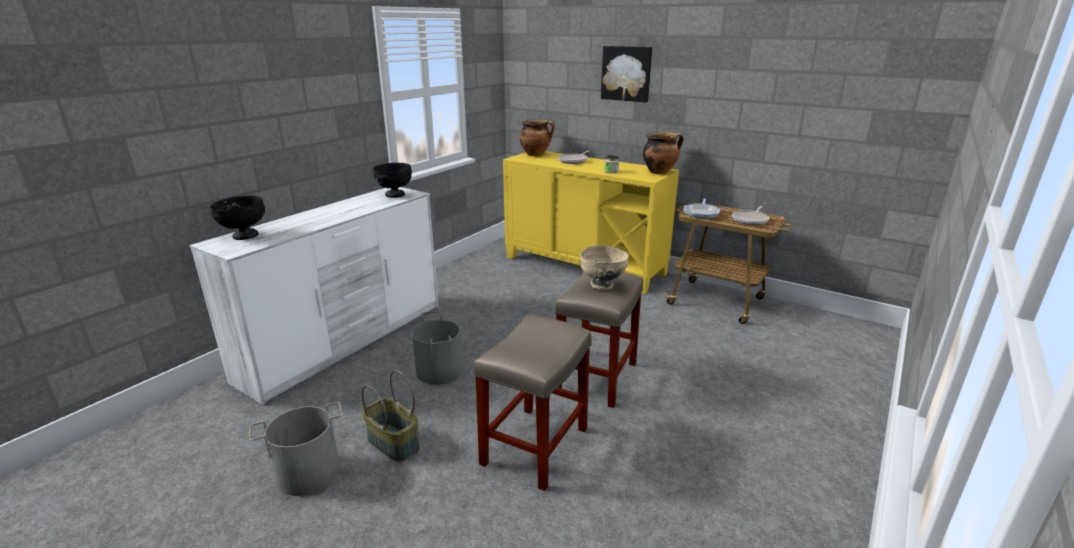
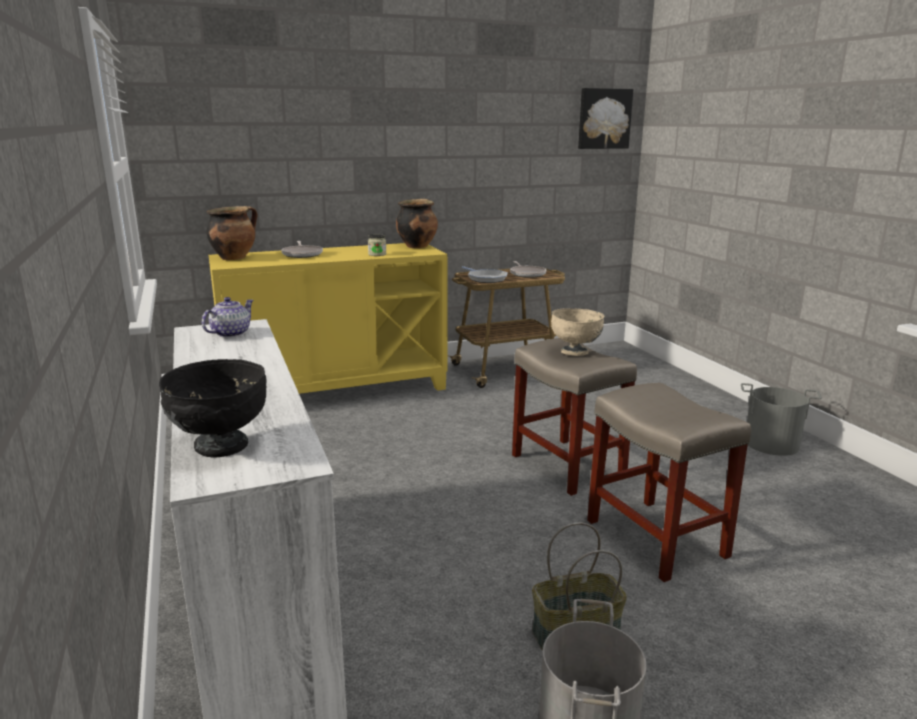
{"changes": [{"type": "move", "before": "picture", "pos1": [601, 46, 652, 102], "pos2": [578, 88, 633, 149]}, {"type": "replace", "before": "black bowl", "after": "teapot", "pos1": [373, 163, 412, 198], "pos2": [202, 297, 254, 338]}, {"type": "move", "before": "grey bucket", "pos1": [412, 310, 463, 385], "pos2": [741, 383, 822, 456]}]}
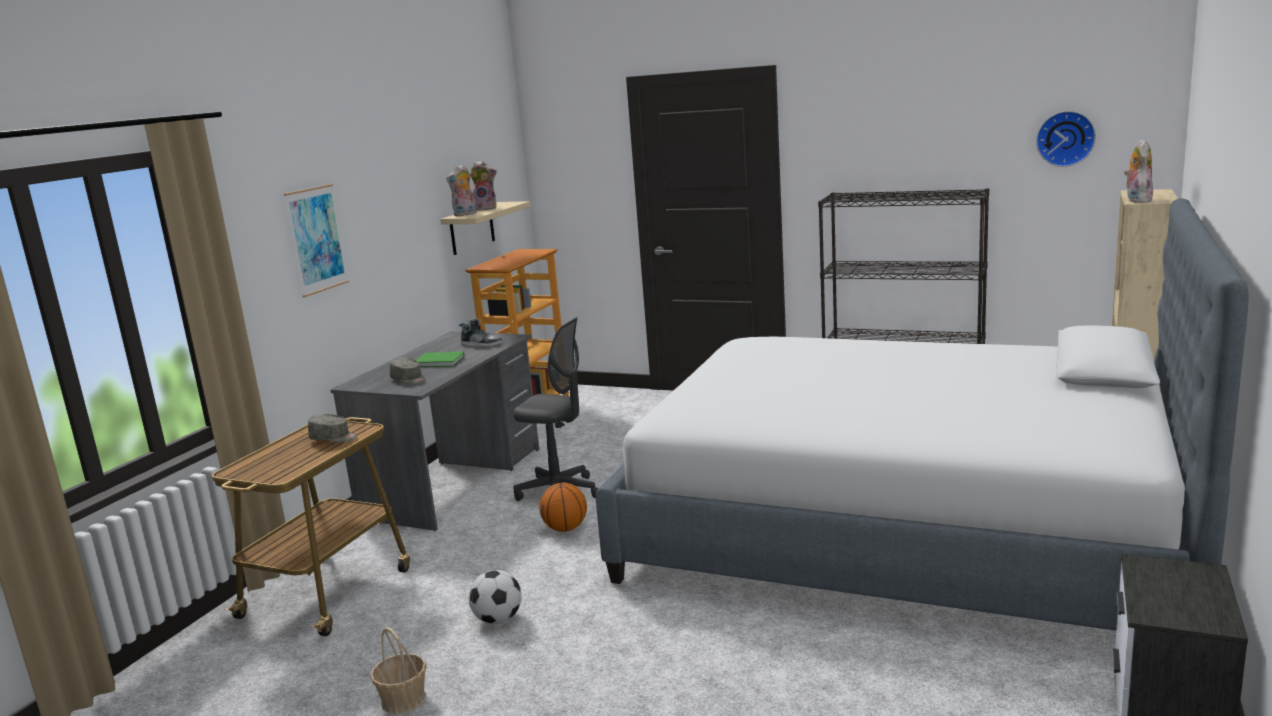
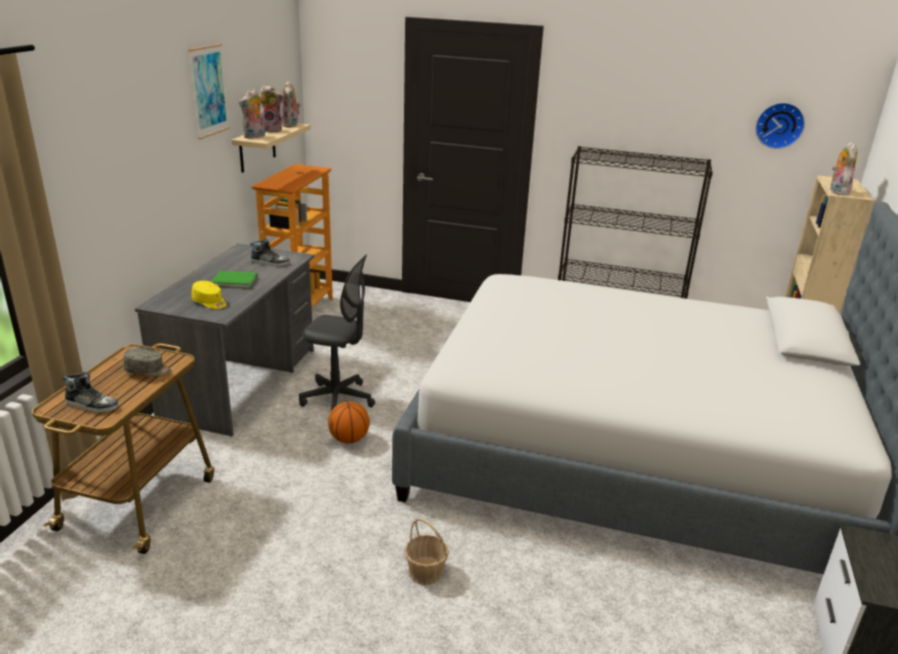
{"changes": [{"type": "move", "before": "picture", "pos1": [284, 184, 349, 297], "pos2": [188, 44, 230, 139]}, {"type": "recolor", "before": "grey cap", "after": "yellow cap", "pos1": [390, 357, 426, 385], "pos2": [192, 281, 227, 309]}, {"type": "delete", "before": "football", "pos1": [468, 570, 522, 624]}, {"type": "move", "before": "basket", "pos1": [370, 627, 427, 714], "pos2": [404, 518, 449, 585]}, {"type": "insert", "after": "plush toy", "pos2": [282, 81, 300, 128]}, {"type": "insert", "after": "shoe", "pos2": [63, 372, 119, 413]}]}
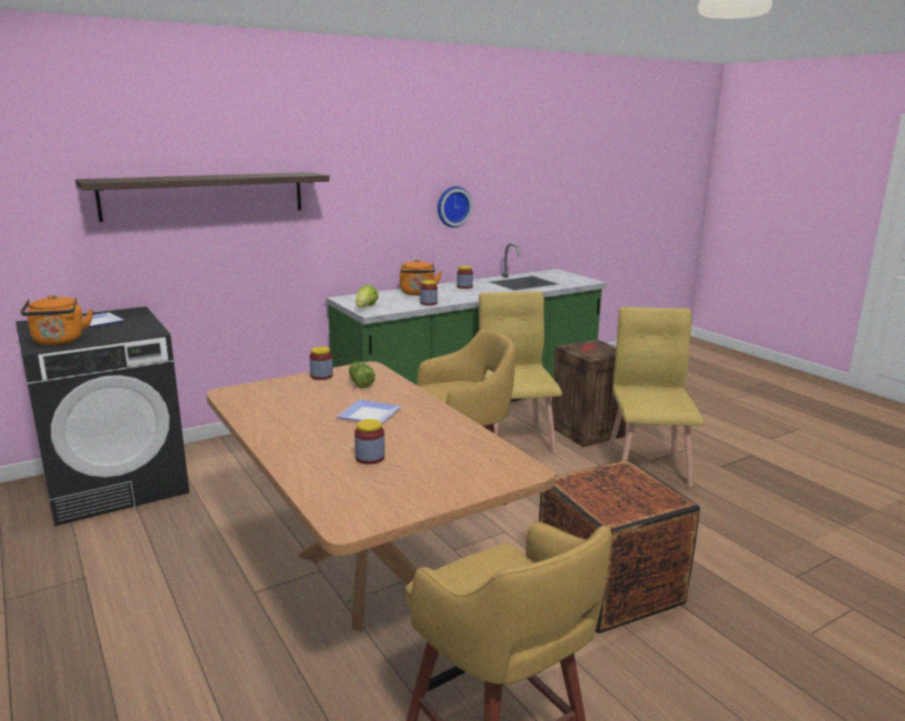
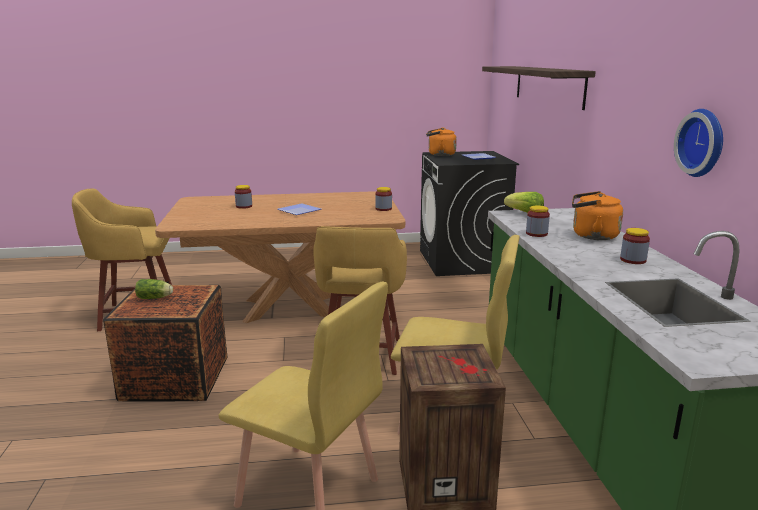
{"changes": [{"type": "move", "before": "lettuce", "pos1": [349, 362, 375, 388], "pos2": [135, 279, 173, 299]}]}
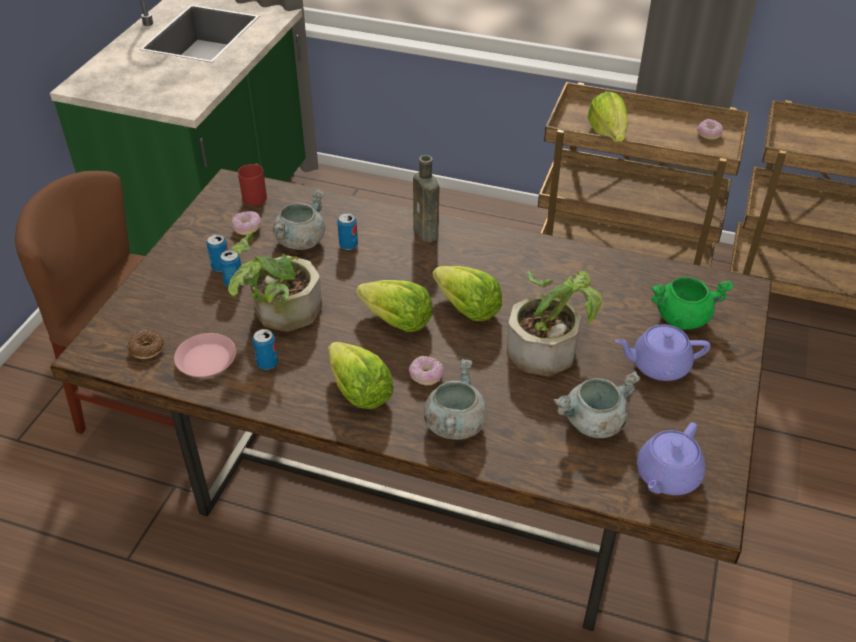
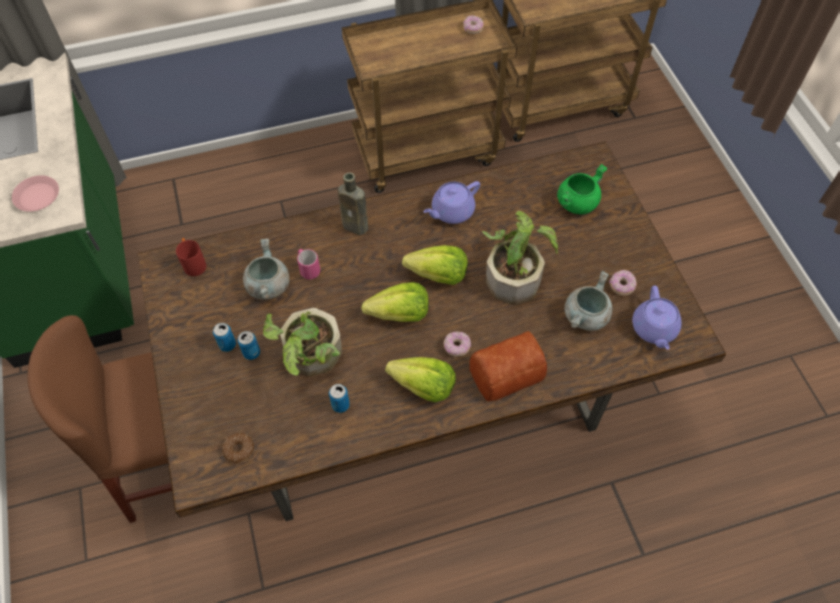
{"changes": [{"type": "delete", "before": "lettuce", "pos1": [587, 91, 629, 142]}, {"type": "move", "before": "donut", "pos1": [232, 211, 261, 235], "pos2": [609, 270, 637, 296]}, {"type": "replace", "before": "can", "after": "pink mug", "pos1": [337, 213, 358, 250], "pos2": [297, 249, 320, 280]}, {"type": "move", "before": "purple teapot", "pos1": [615, 325, 711, 381], "pos2": [423, 181, 480, 224]}, {"type": "move", "before": "pink plate", "pos1": [174, 333, 236, 377], "pos2": [12, 175, 59, 212]}, {"type": "replace", "before": "grey cooking pot", "after": "bread", "pos1": [424, 359, 487, 440], "pos2": [469, 331, 547, 401]}]}
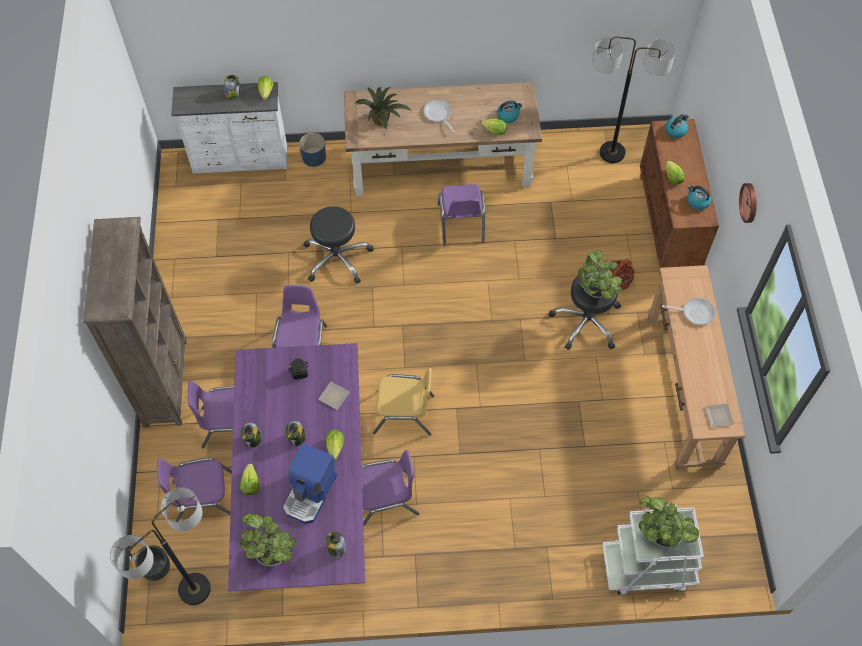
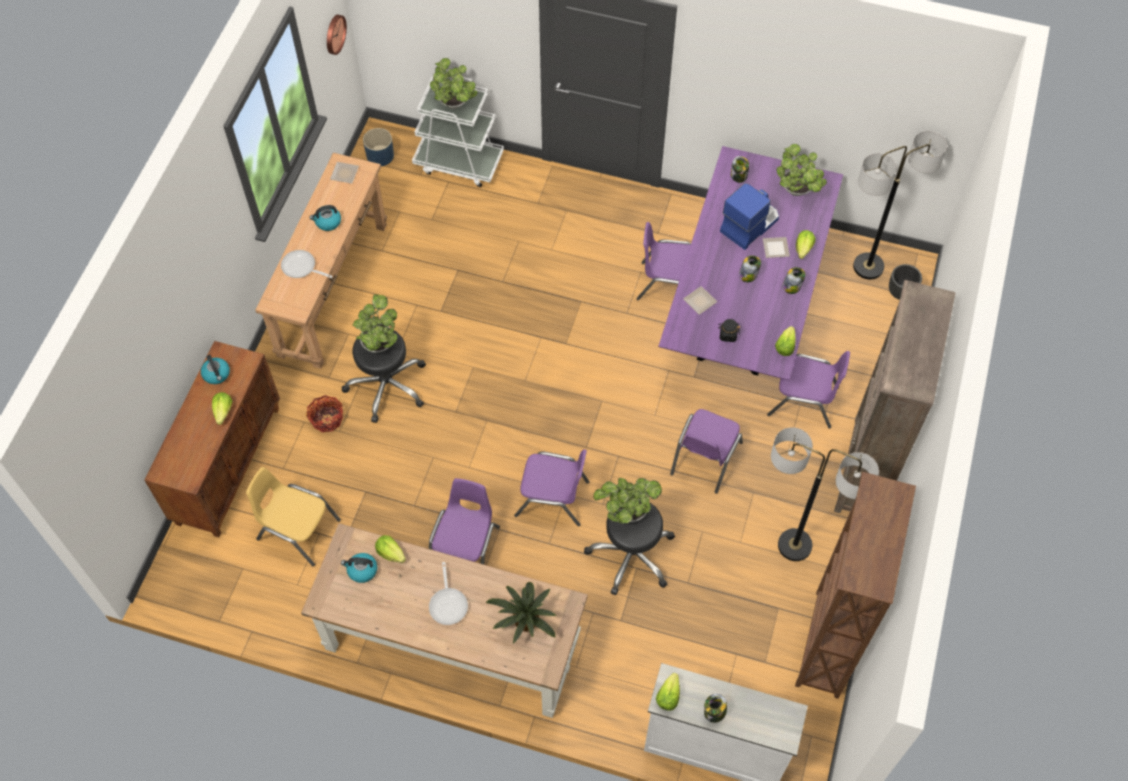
{"changes": [{"type": "move", "before": "floor lamp", "pos1": [592, 37, 675, 163], "pos2": [771, 427, 879, 561]}, {"type": "move", "before": "kettle", "pos1": [665, 114, 689, 138], "pos2": [309, 205, 341, 231]}, {"type": "move", "before": "blue planter", "pos1": [299, 133, 326, 167], "pos2": [363, 128, 394, 166]}, {"type": "move", "before": "wall clock", "pos1": [739, 183, 757, 223], "pos2": [327, 15, 347, 55]}, {"type": "move", "before": "yellow chair", "pos1": [373, 368, 434, 436], "pos2": [246, 467, 341, 566]}, {"type": "move", "before": "lettuce", "pos1": [326, 430, 344, 461], "pos2": [775, 326, 796, 356]}, {"type": "move", "before": "purple chair", "pos1": [157, 458, 232, 522], "pos2": [514, 449, 589, 527]}, {"type": "insert", "after": "plate", "pos2": [763, 237, 790, 258]}, {"type": "insert", "after": "brown bookcase", "pos2": [795, 472, 916, 699]}, {"type": "insert", "after": "potted plant", "pos2": [594, 478, 662, 524]}]}
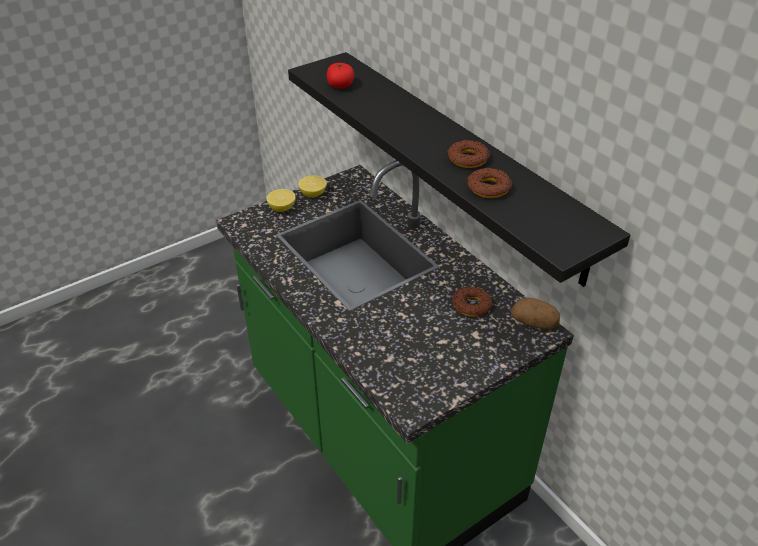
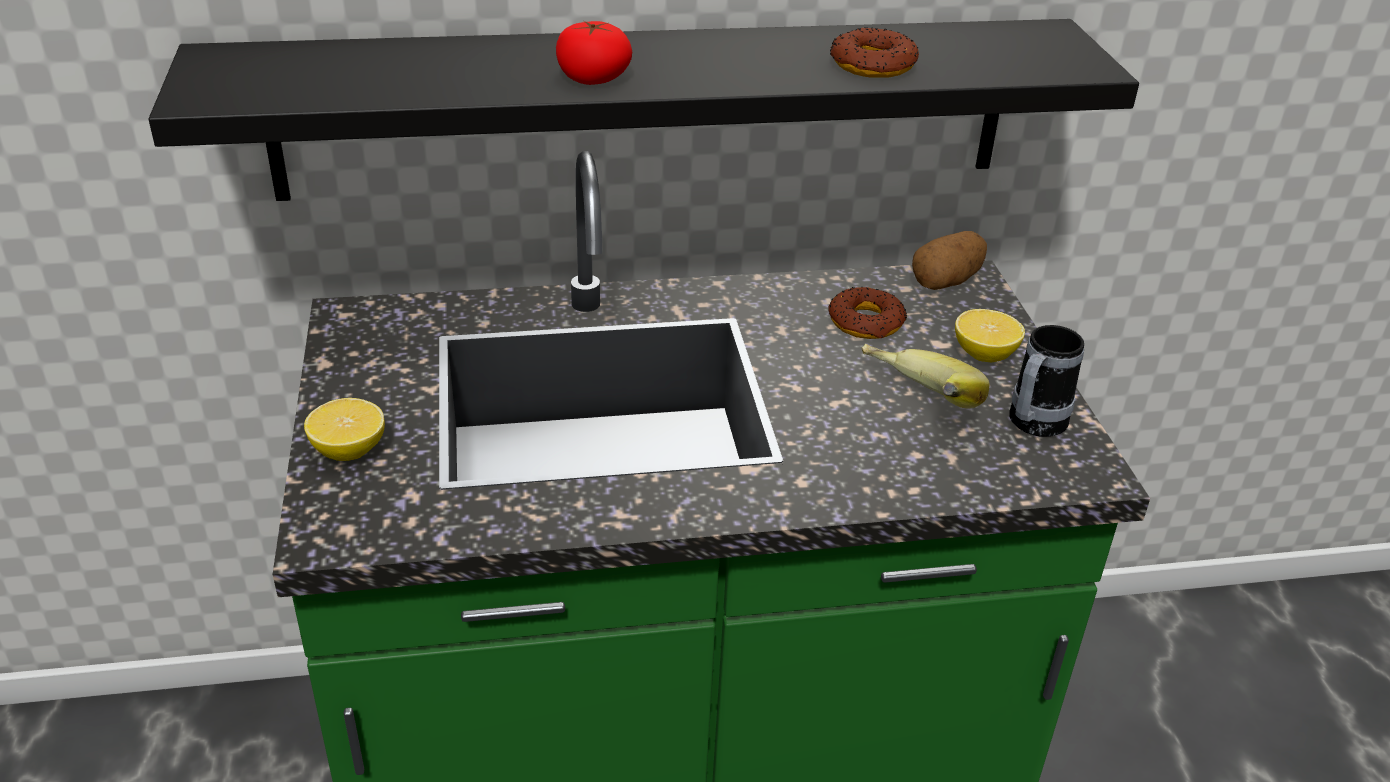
{"changes": [{"type": "move", "before": "tomato", "pos1": [327, 63, 354, 89], "pos2": [556, 21, 632, 85]}, {"type": "delete", "before": "donut", "pos1": [447, 140, 490, 168]}, {"type": "move", "before": "lemon", "pos1": [298, 175, 327, 198], "pos2": [955, 309, 1025, 362]}, {"type": "insert", "after": "mug", "pos2": [1009, 325, 1084, 437]}, {"type": "insert", "after": "banana", "pos2": [861, 344, 989, 409]}]}
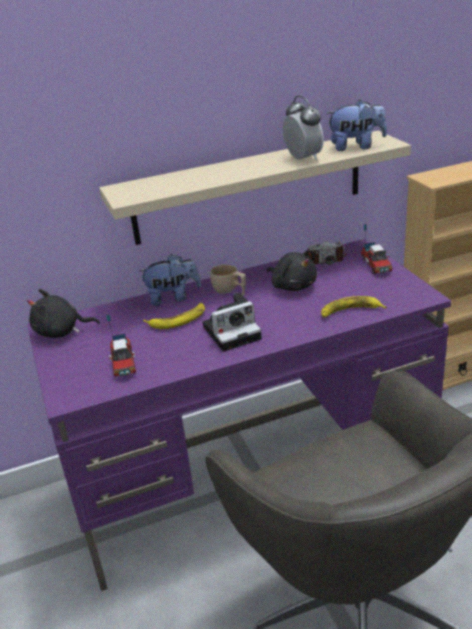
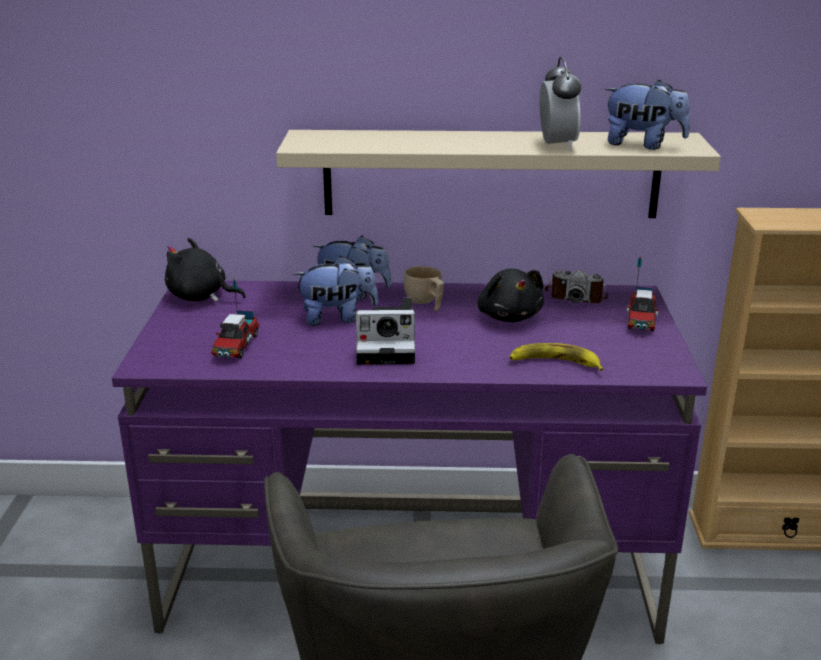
{"changes": [{"type": "replace", "before": "banana", "after": "plush toy", "pos1": [143, 303, 205, 329], "pos2": [293, 256, 378, 326]}]}
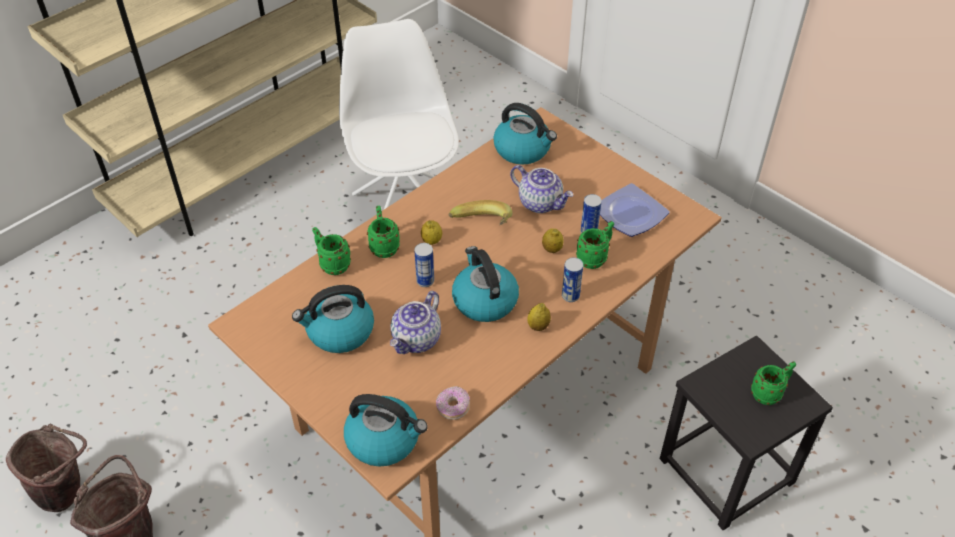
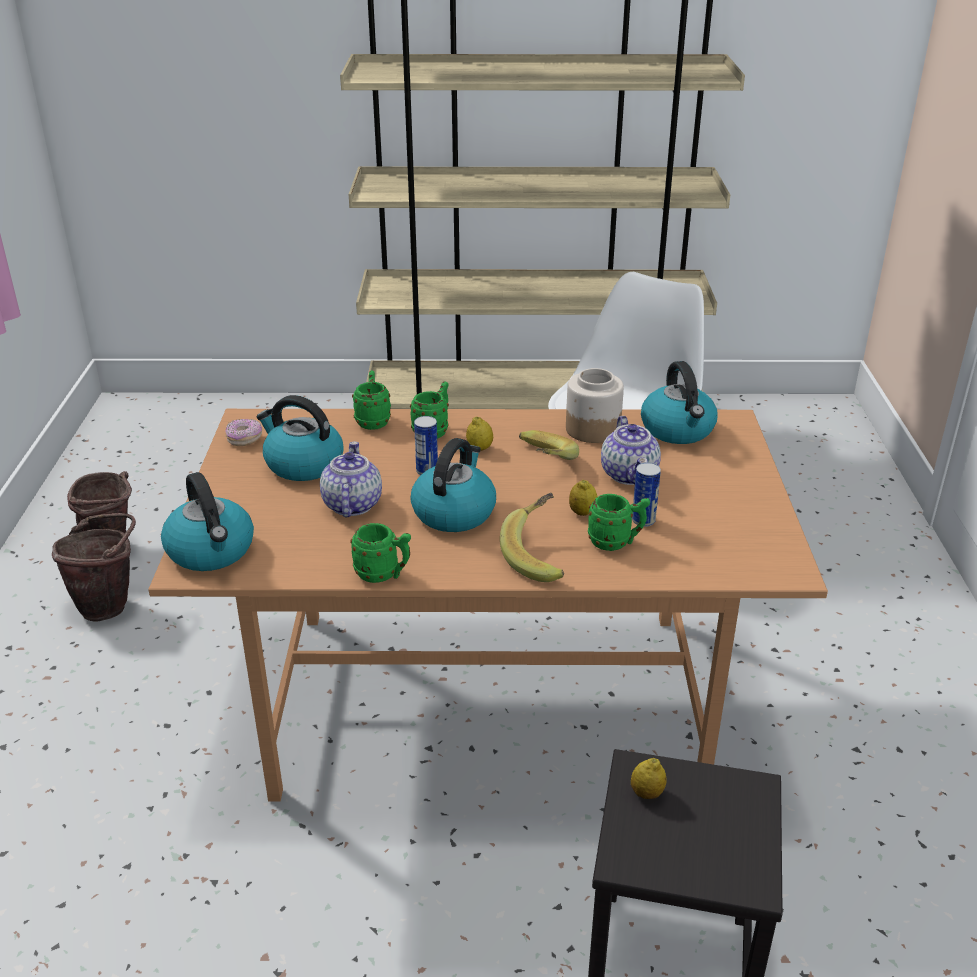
{"changes": [{"type": "delete", "before": "plate", "pos1": [600, 183, 670, 237]}, {"type": "replace", "before": "can", "after": "banana", "pos1": [562, 258, 583, 302], "pos2": [500, 493, 564, 582]}, {"type": "rotate", "before": "teapot", "pos1": [390, 291, 441, 354], "pos2": [320, 441, 382, 517], "turn": 105}, {"type": "move", "before": "lemon", "pos1": [527, 303, 551, 331], "pos2": [631, 758, 667, 799]}, {"type": "move", "before": "green mug", "pos1": [751, 361, 796, 405], "pos2": [350, 523, 411, 583]}, {"type": "move", "before": "donut", "pos1": [436, 386, 470, 420], "pos2": [225, 419, 262, 446]}, {"type": "insert", "after": "jar", "pos2": [566, 368, 624, 443]}]}
